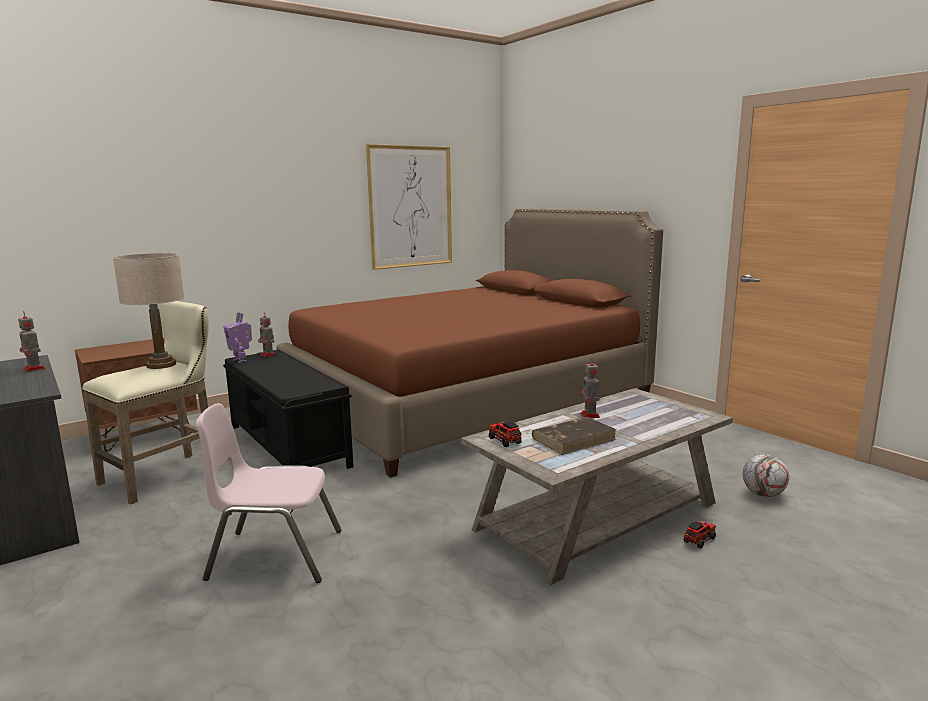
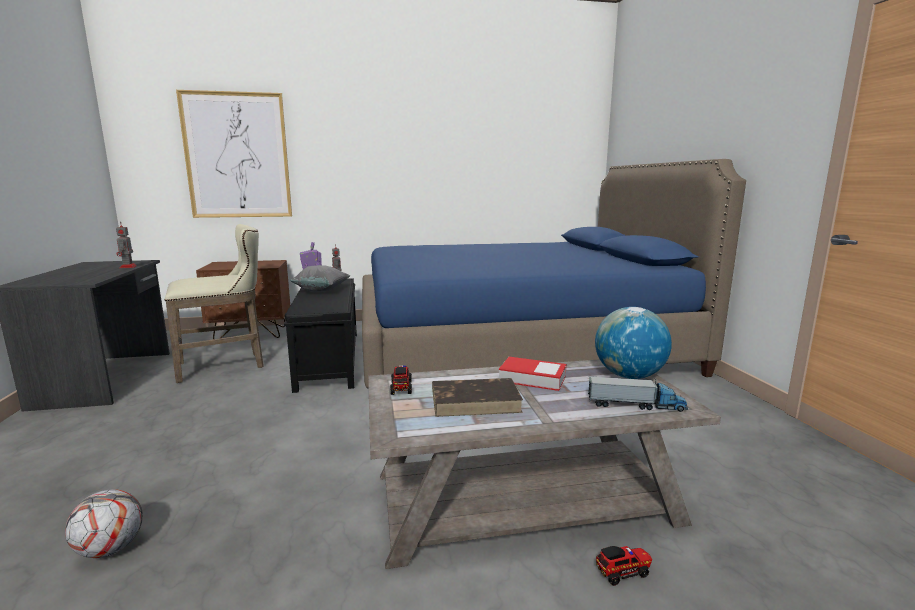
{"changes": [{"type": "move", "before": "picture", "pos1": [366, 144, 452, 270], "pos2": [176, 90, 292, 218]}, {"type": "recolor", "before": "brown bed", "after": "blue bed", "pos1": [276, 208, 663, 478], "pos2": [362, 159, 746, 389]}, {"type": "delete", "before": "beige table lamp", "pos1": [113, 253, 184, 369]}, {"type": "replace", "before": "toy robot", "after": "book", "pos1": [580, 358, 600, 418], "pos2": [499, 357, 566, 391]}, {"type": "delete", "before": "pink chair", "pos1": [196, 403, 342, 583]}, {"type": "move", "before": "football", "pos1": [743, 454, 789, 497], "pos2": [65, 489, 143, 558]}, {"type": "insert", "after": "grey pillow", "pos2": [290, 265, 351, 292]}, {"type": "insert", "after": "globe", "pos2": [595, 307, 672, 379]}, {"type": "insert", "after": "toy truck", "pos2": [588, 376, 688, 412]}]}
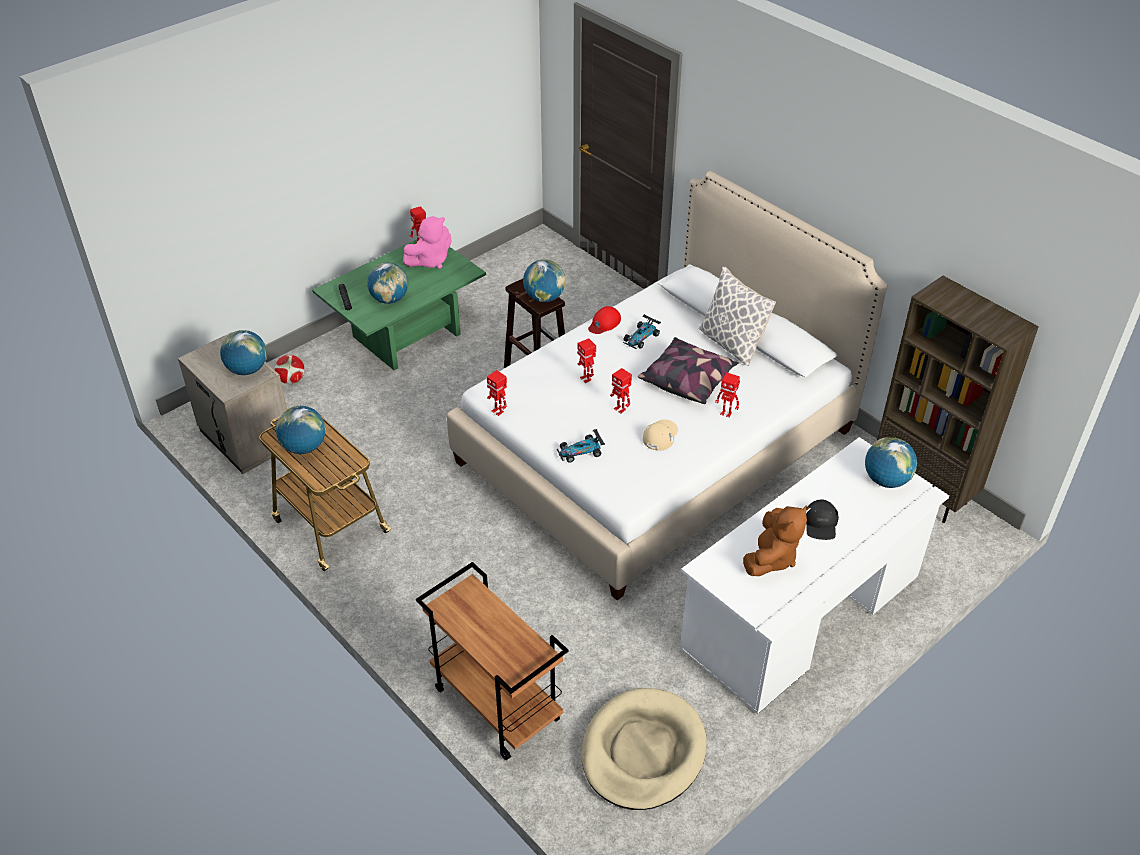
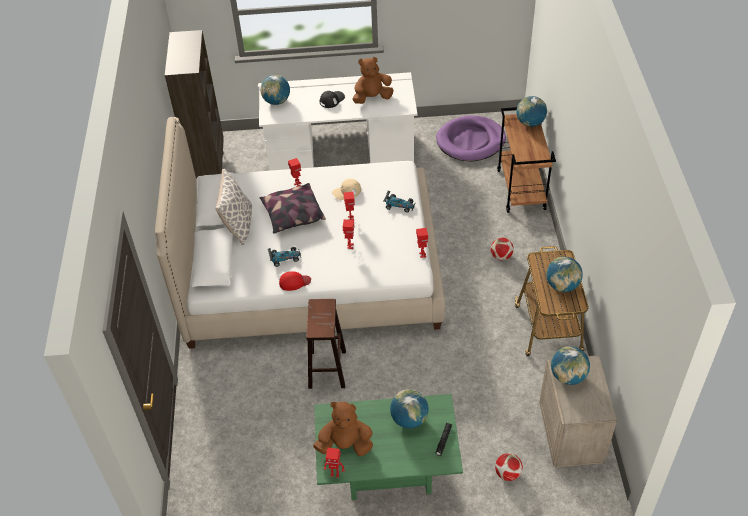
{"changes": [{"type": "recolor", "before": "pink plush toy", "after": "brown plush toy", "pos1": [403, 216, 451, 269], "pos2": [313, 402, 373, 456]}, {"type": "move", "before": "globe", "pos1": [523, 259, 566, 302], "pos2": [516, 96, 547, 127]}, {"type": "recolor", "before": "beige dog bed", "after": "purple dog bed", "pos1": [582, 688, 707, 810], "pos2": [436, 115, 506, 162]}, {"type": "insert", "after": "football", "pos2": [491, 238, 514, 260]}]}
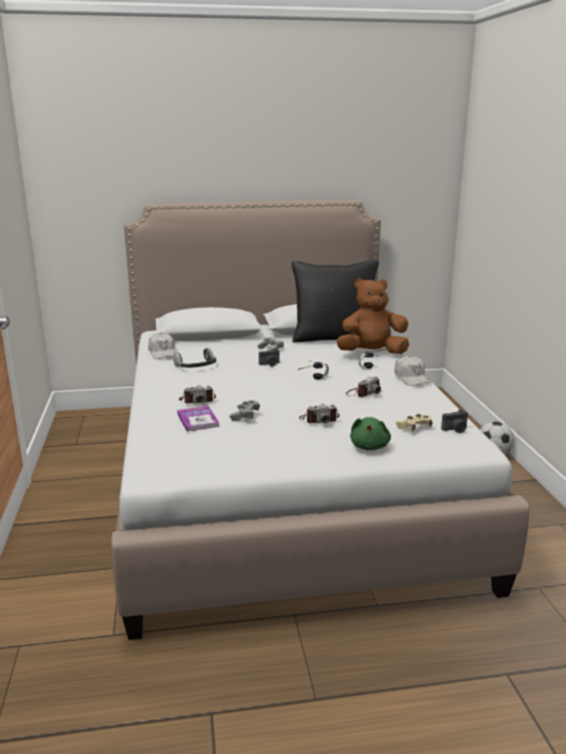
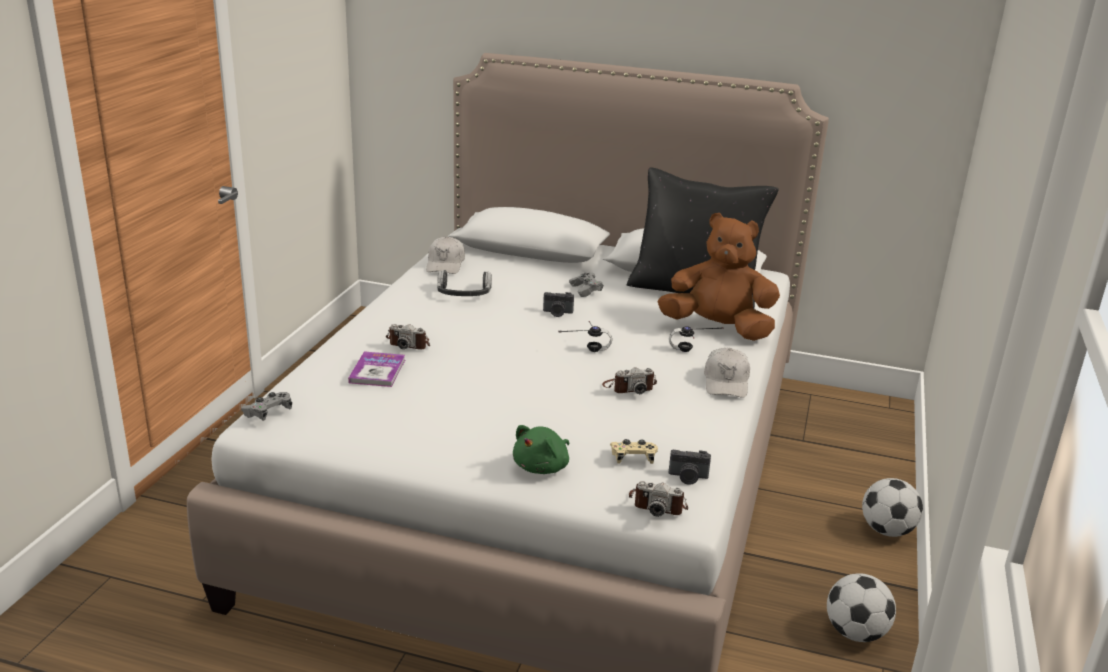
{"changes": [{"type": "move", "before": "grey game controller", "pos1": [230, 400, 260, 421], "pos2": [241, 392, 292, 421]}, {"type": "move", "before": "photo camera", "pos1": [299, 404, 340, 424], "pos2": [629, 481, 688, 517]}, {"type": "insert", "after": "football", "pos2": [827, 573, 896, 642]}]}
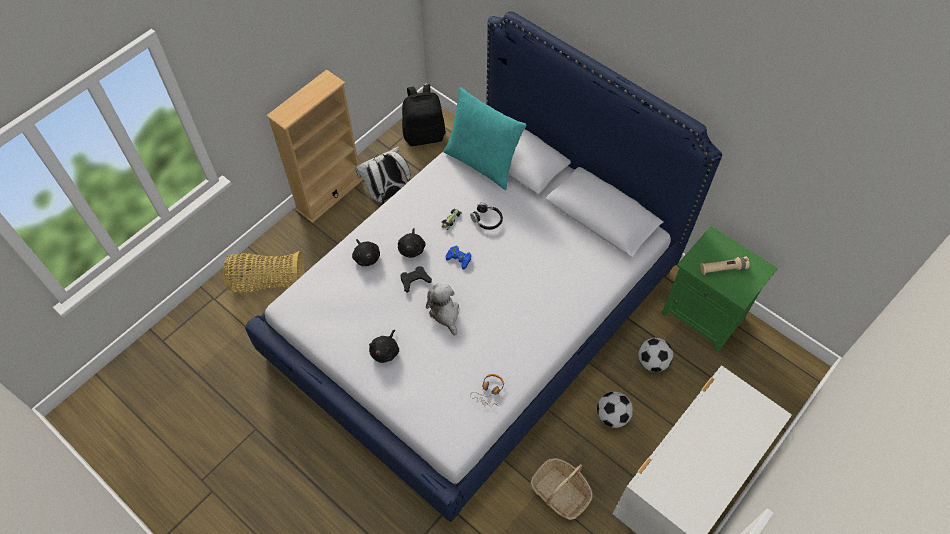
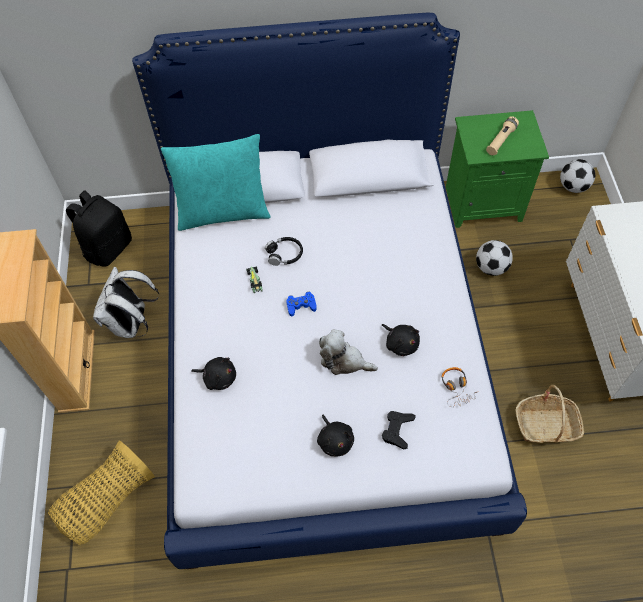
{"changes": [{"type": "move", "before": "black plush toy", "pos1": [398, 228, 426, 258], "pos2": [382, 324, 420, 356]}, {"type": "move", "before": "black game controller", "pos1": [401, 266, 432, 292], "pos2": [382, 411, 416, 450]}, {"type": "move", "before": "football", "pos1": [597, 392, 633, 428], "pos2": [560, 159, 595, 193]}]}
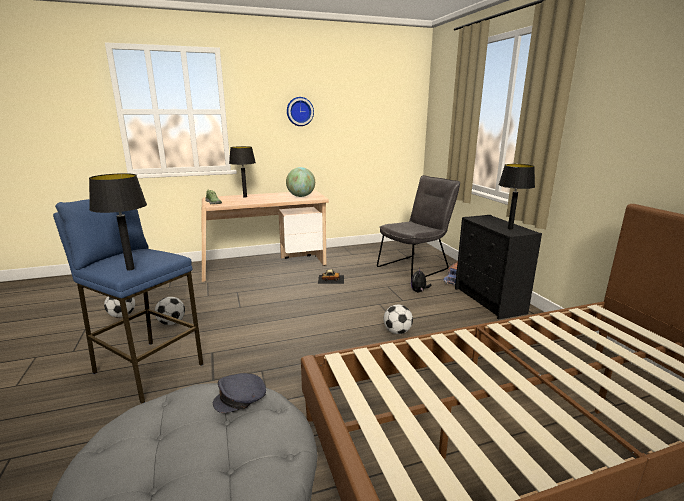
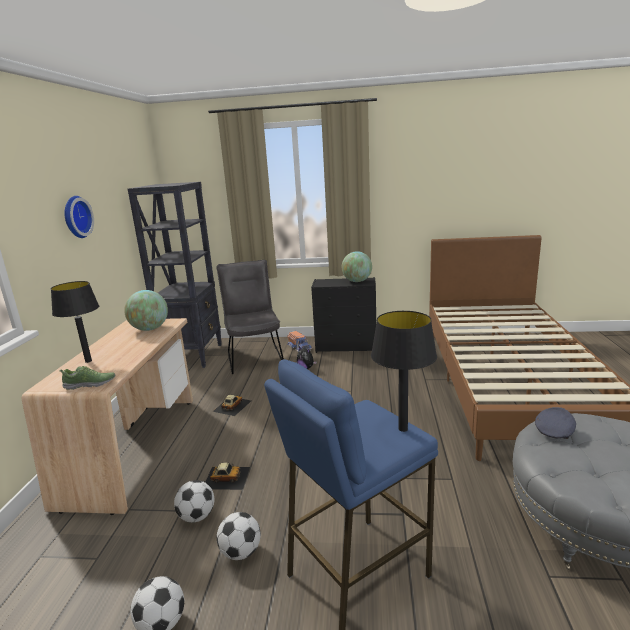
{"changes": [{"type": "replace", "before": "black table lamp", "after": "globe", "pos1": [498, 164, 535, 230], "pos2": [342, 251, 372, 282]}, {"type": "move", "before": "football", "pos1": [383, 305, 413, 334], "pos2": [174, 480, 214, 523]}, {"type": "rotate", "before": "grey cap", "pos1": [213, 373, 266, 413], "pos2": [535, 407, 576, 439], "turn": -135}, {"type": "insert", "after": "black bookcase", "pos2": [128, 182, 222, 368]}, {"type": "insert", "after": "toy car", "pos2": [205, 462, 250, 490]}]}
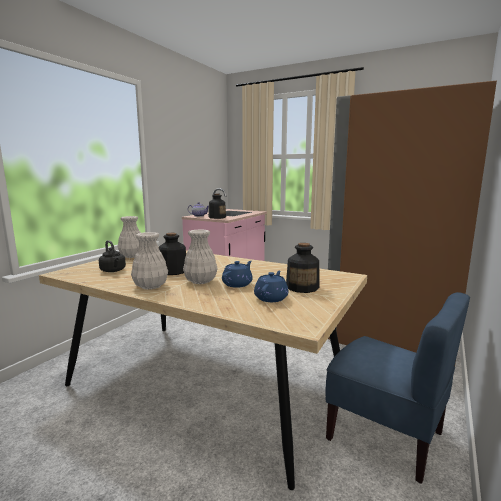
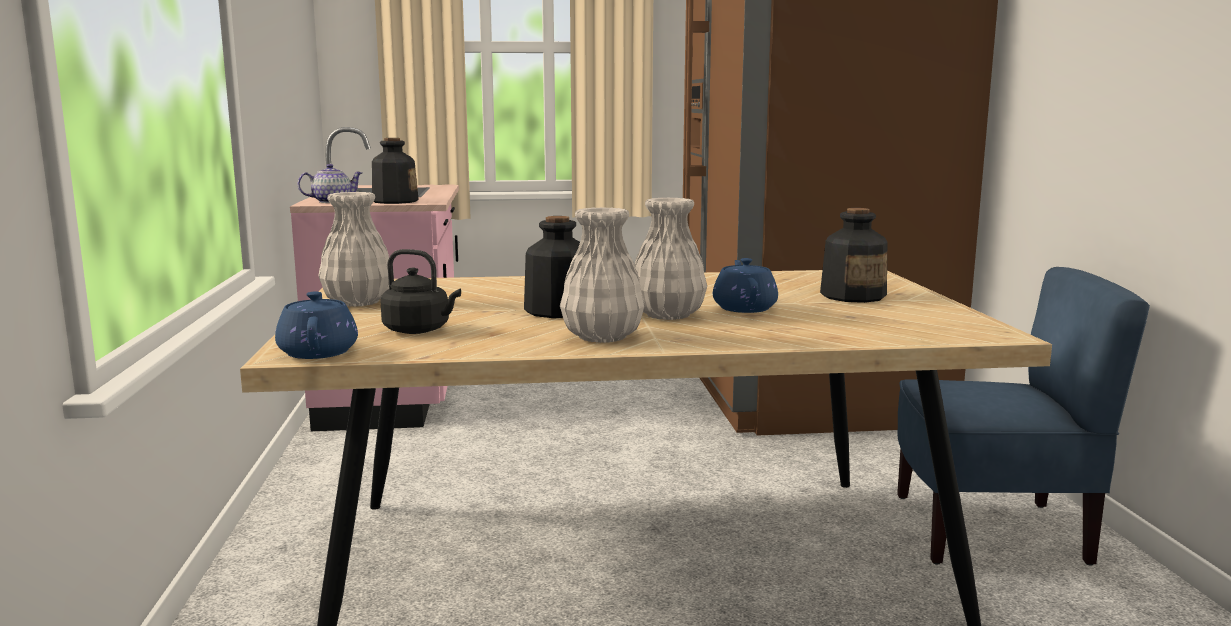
{"changes": [{"type": "move", "before": "blue teapot", "pos1": [254, 270, 289, 302], "pos2": [275, 292, 358, 359]}]}
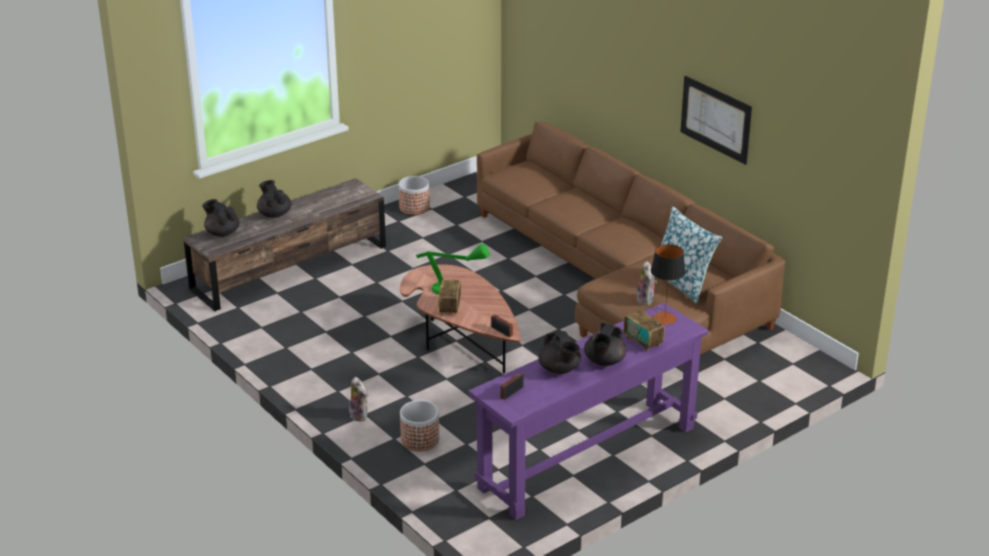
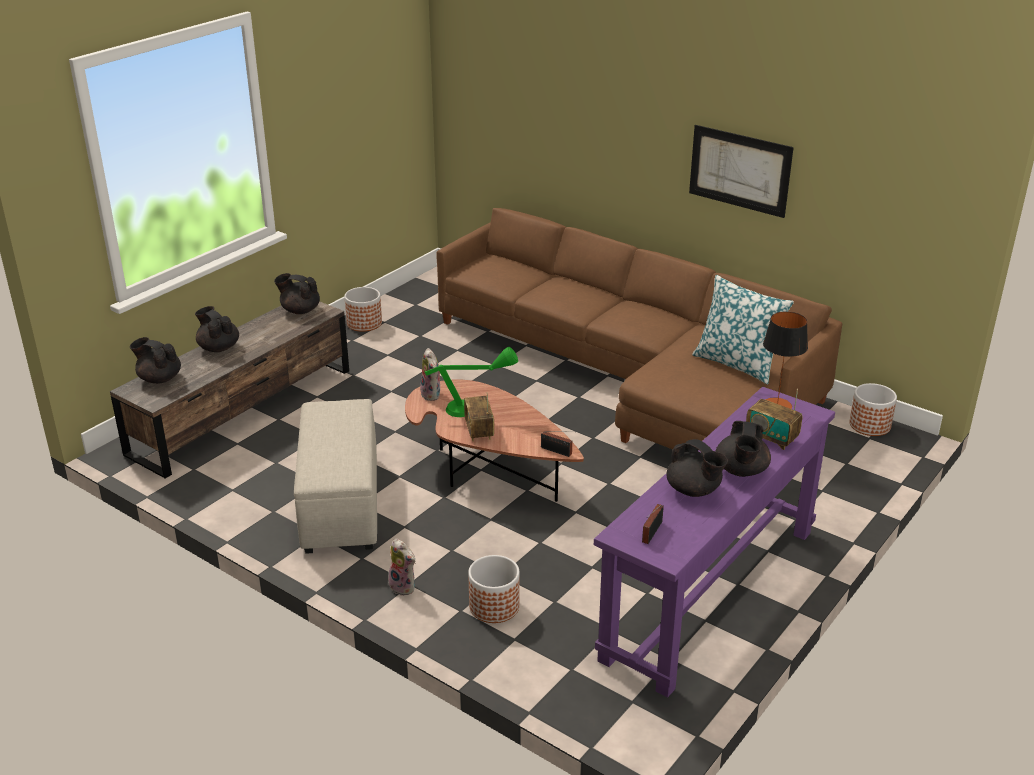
{"changes": [{"type": "move", "before": "plush toy", "pos1": [637, 261, 657, 306], "pos2": [419, 348, 441, 401]}, {"type": "insert", "after": "black teapot", "pos2": [274, 273, 320, 314]}, {"type": "insert", "after": "planter", "pos2": [849, 383, 897, 436]}, {"type": "insert", "after": "beige ottoman", "pos2": [294, 399, 377, 554]}]}
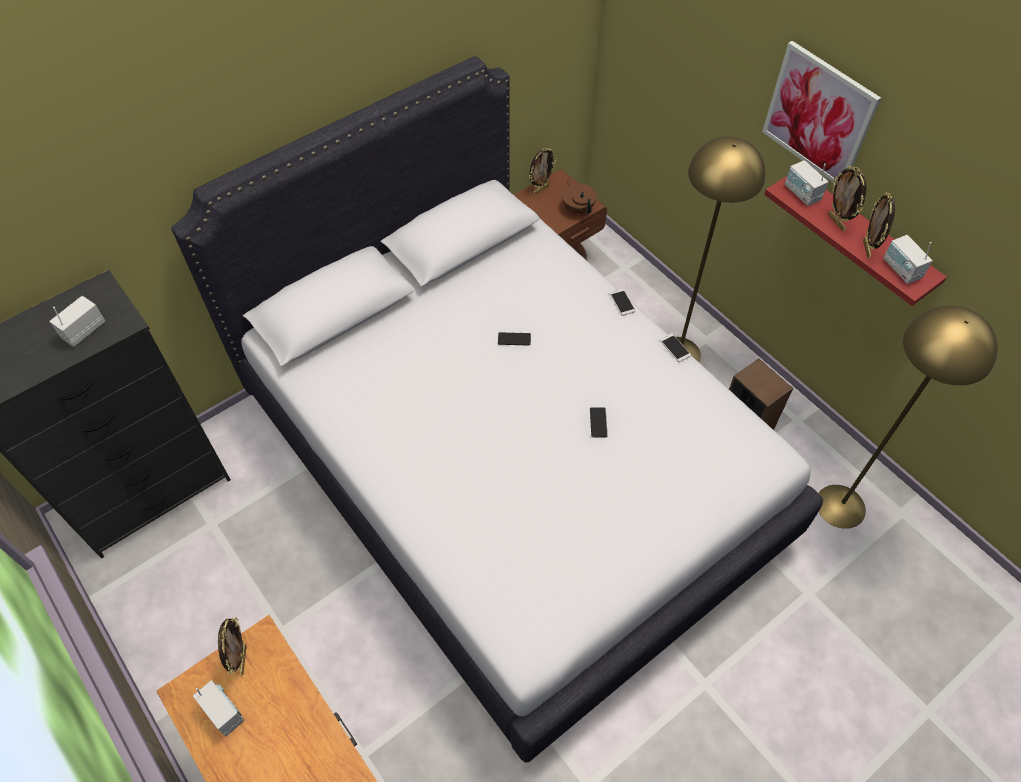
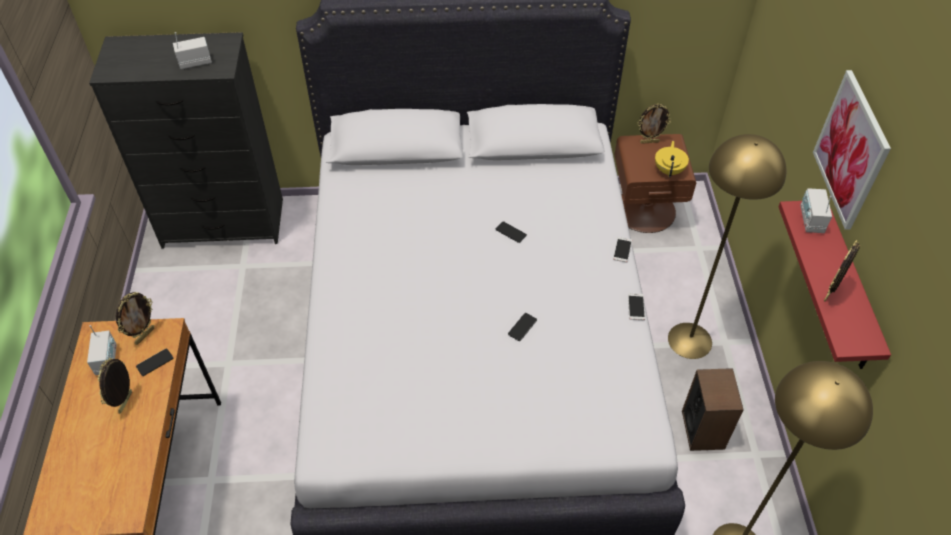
{"changes": [{"type": "move", "before": "picture frame", "pos1": [828, 166, 867, 231], "pos2": [98, 358, 132, 414]}, {"type": "recolor", "before": "brown teapot", "after": "yellow teapot", "pos1": [562, 178, 597, 214], "pos2": [655, 141, 689, 177]}, {"type": "delete", "before": "radio", "pos1": [883, 235, 933, 284]}, {"type": "insert", "after": "phone", "pos2": [136, 348, 173, 376]}]}
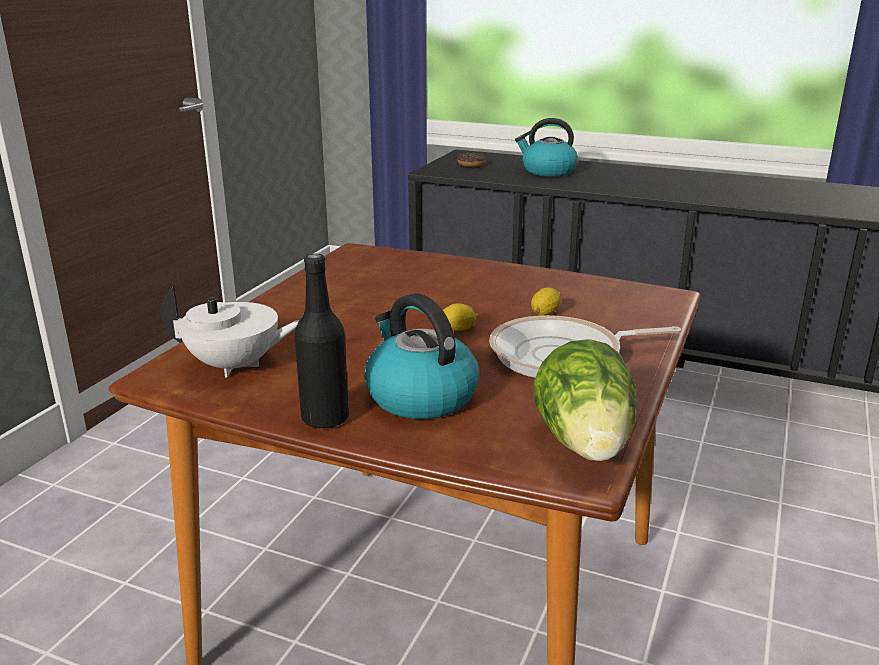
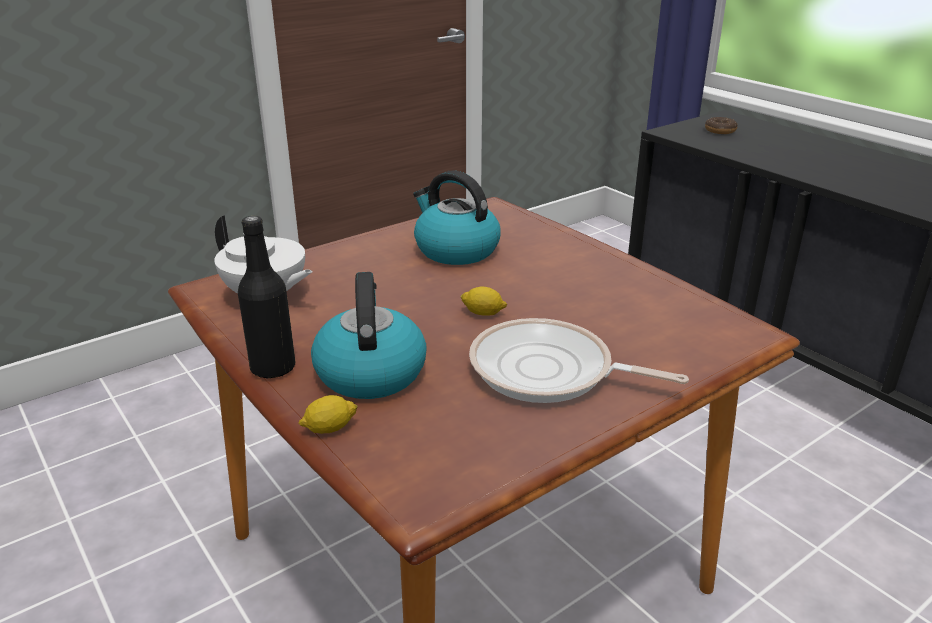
{"changes": [{"type": "move", "before": "kettle", "pos1": [515, 118, 578, 177], "pos2": [413, 171, 501, 265]}, {"type": "move", "before": "lemon", "pos1": [531, 287, 561, 316], "pos2": [299, 395, 358, 434]}, {"type": "delete", "before": "lettuce", "pos1": [533, 339, 637, 461]}]}
